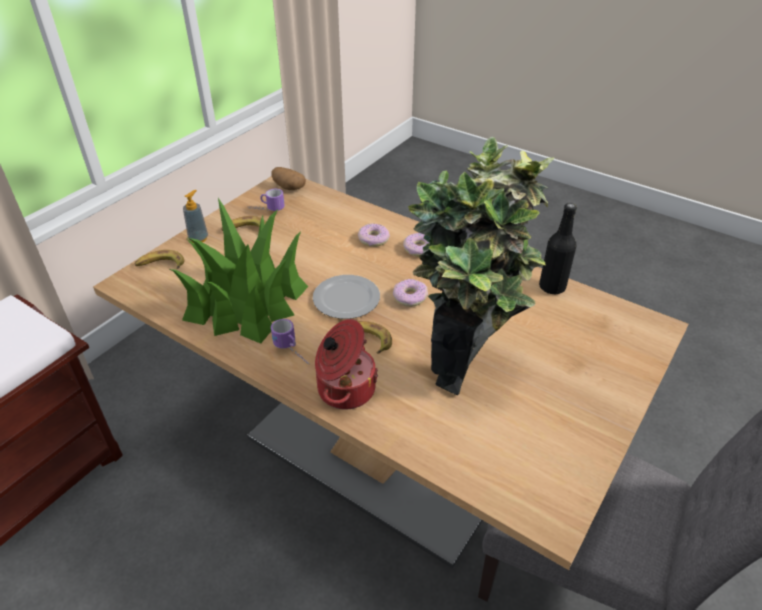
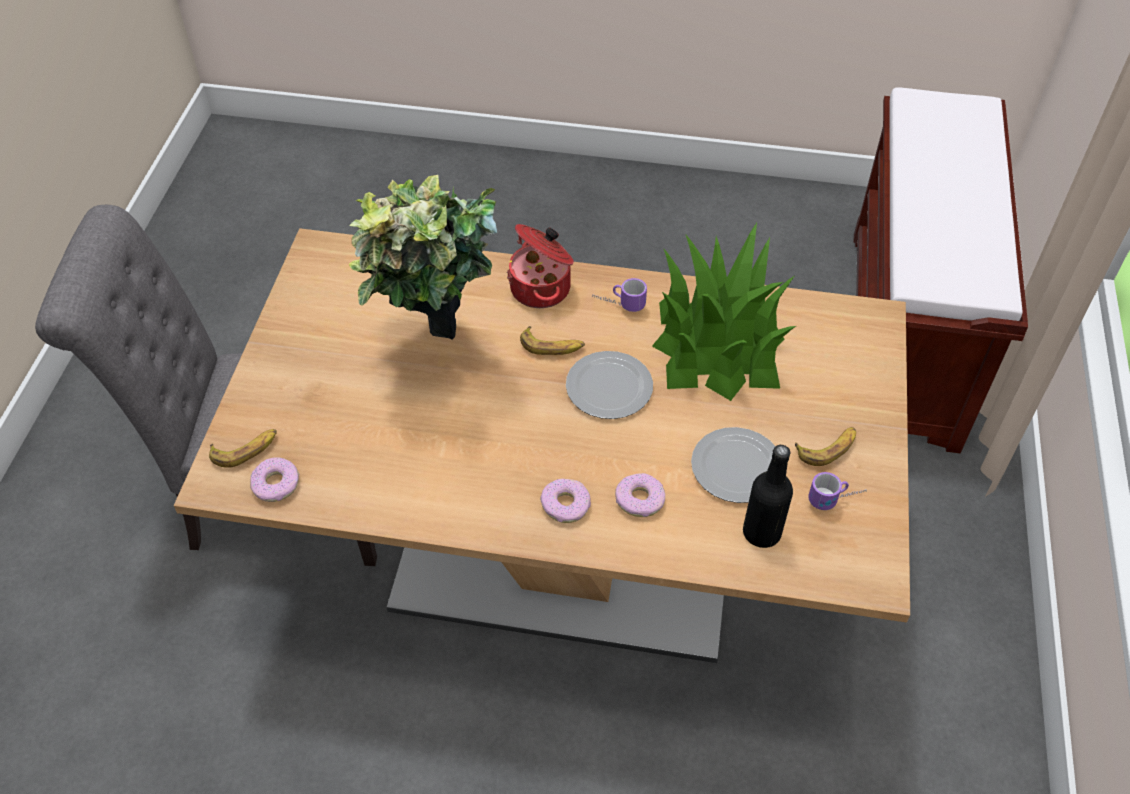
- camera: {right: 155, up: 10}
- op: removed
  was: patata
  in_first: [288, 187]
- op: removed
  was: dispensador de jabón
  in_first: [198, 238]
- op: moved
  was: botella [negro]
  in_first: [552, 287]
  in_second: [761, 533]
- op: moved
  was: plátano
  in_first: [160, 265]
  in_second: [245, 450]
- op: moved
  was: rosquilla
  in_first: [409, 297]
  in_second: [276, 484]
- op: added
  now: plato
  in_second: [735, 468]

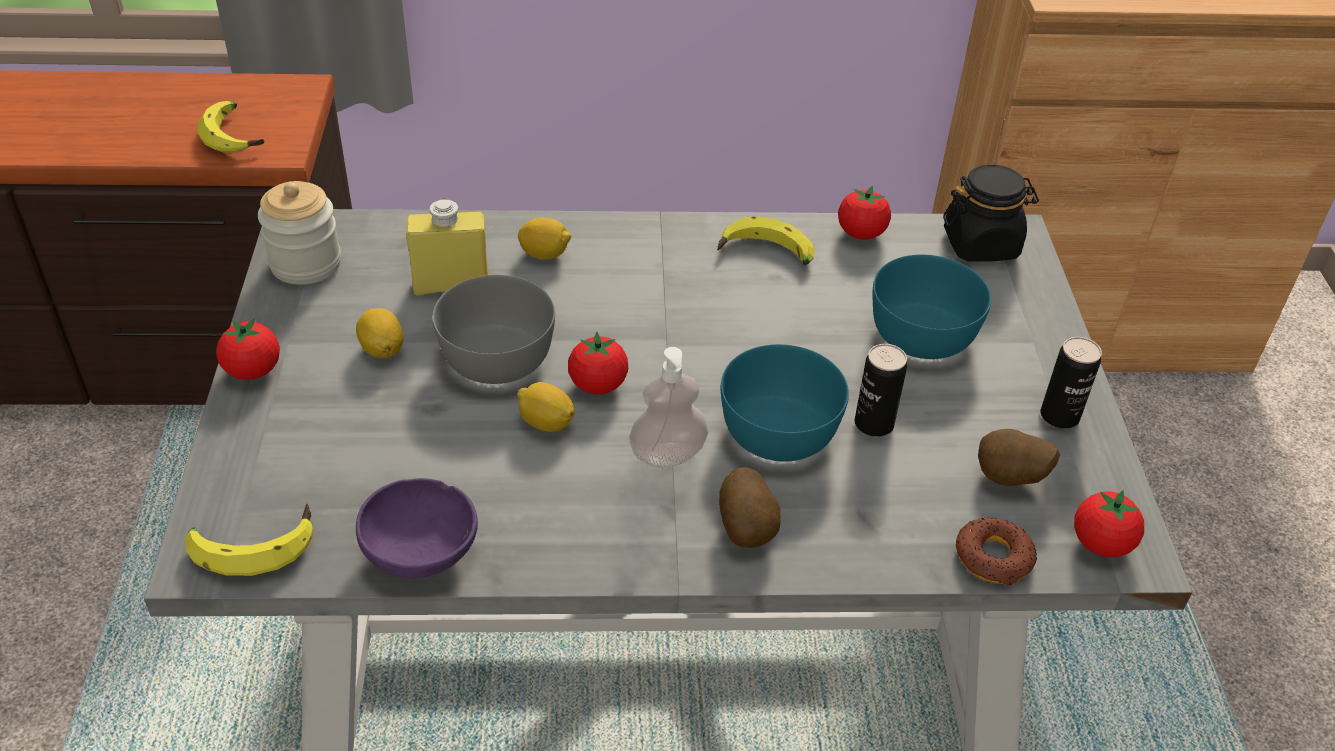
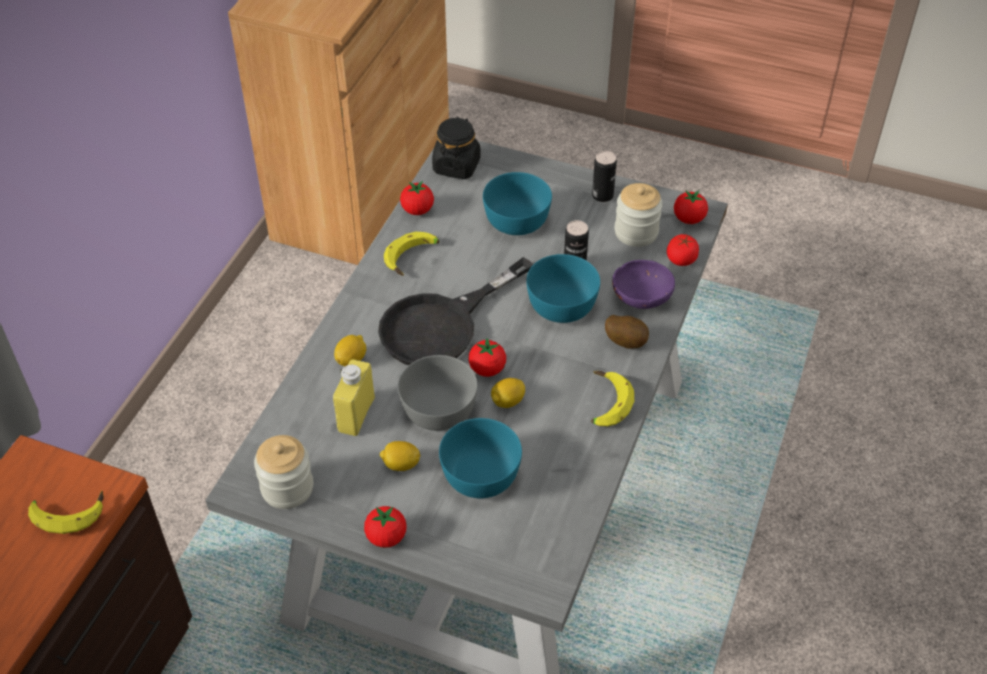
- camera: {right: -65, up: 5}
- op: removed
  was: dispensador de jabón
  in_first: [667, 455]
- op: replaced
  was: patata
  now: tarro
  in_first: [1009, 480]
  in_second: [636, 232]
- op: moved
  was: cuenco [morado]
  in_first: [423, 553]
  in_second: [641, 297]
- op: moved
  was: plátano
  in_first: [253, 544]
  in_second: [604, 403]
- op: replaced
  was: rosquilla
  now: tomate
  in_first: [993, 557]
  in_second: [681, 259]
- op: added
  now: sartén [negro]
  in_second: [442, 325]
- op: added
  now: cuenco [turquesa]
  in_second: [480, 473]

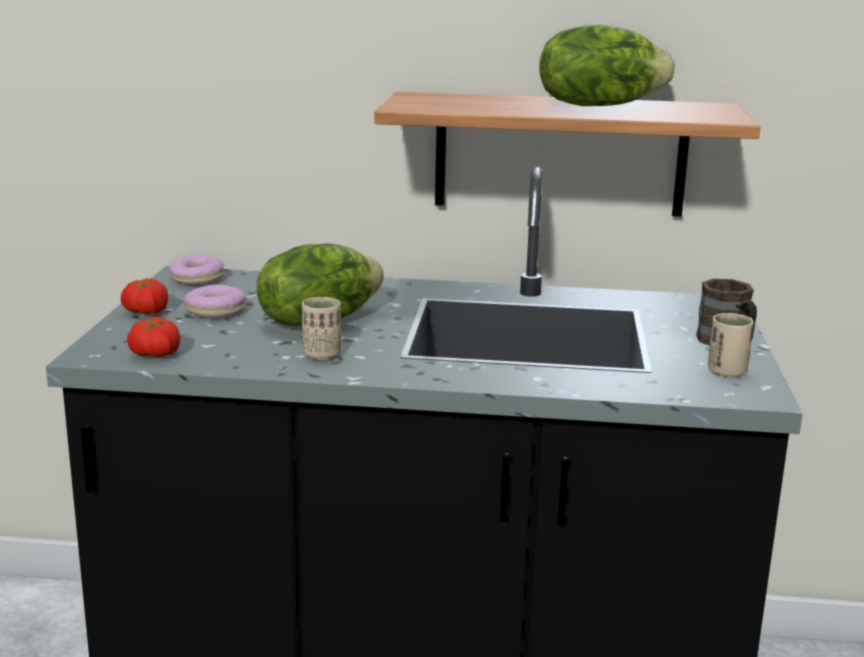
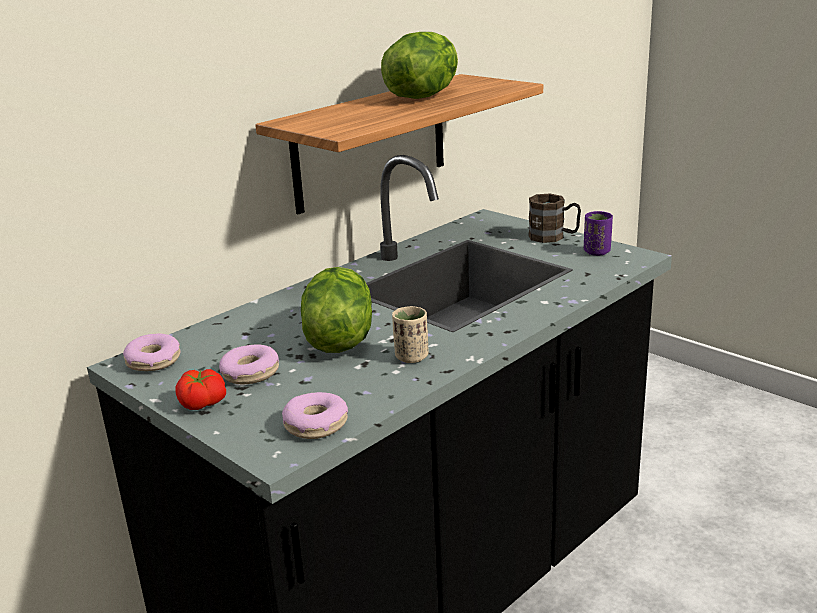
- camera: {right: -50, up: 5}
- op: recoloured
  was: taza [beis]
  now: taza [morado]
  in_first: [726, 372]
  in_second: [597, 252]
- op: replaced
  was: tomate
  now: rosquilla
  in_first: [154, 354]
  in_second: [316, 424]

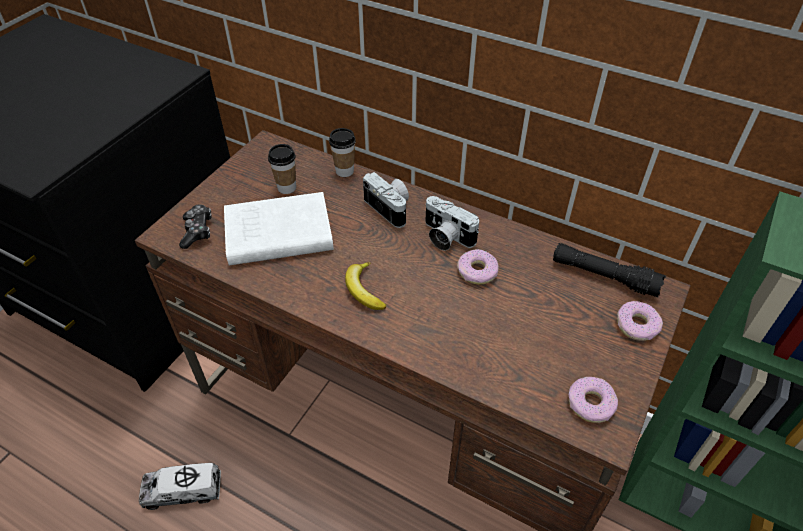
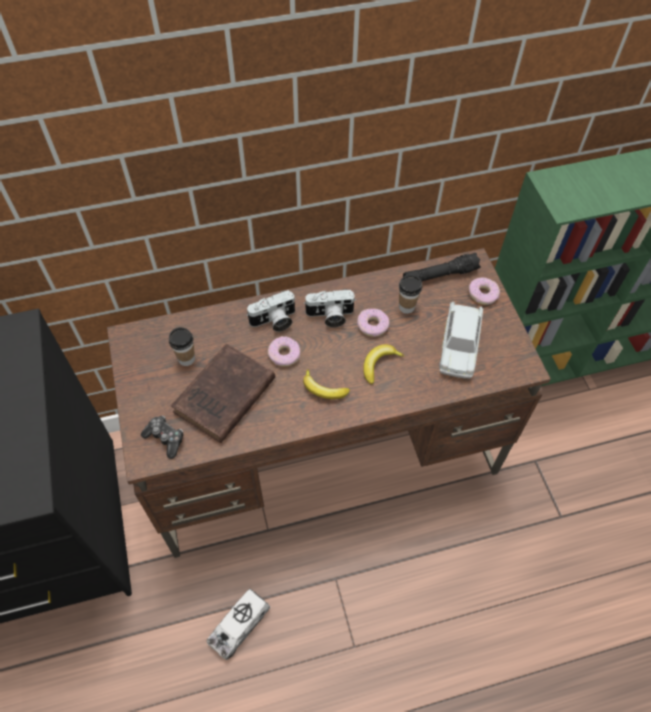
- camera: {right: -45, up: 10}
- op: moved
  was: taza
  in_first: [344, 171]
  in_second: [406, 307]
- op: turned
  was: cámara
  in_first: [391, 208]
  in_second: [274, 321]
  clockwise: 150
- op: recoloured
  was: libro [blanco]
  now: libro [marrón]
  in_first: [275, 234]
  in_second: [223, 398]
- op: moved
  was: rosquilla
  in_first: [590, 404]
  in_second: [284, 354]
- op: added
  now: coche de juguete [blanco]
  in_second: [459, 345]
- op: added
  now: plátano
  in_second: [379, 364]

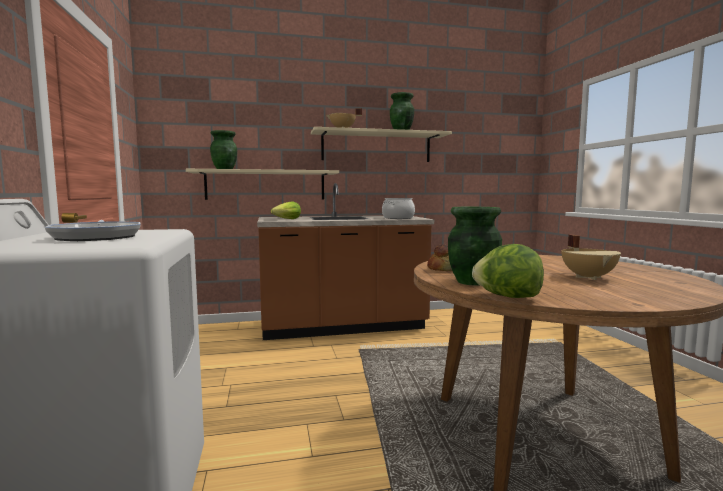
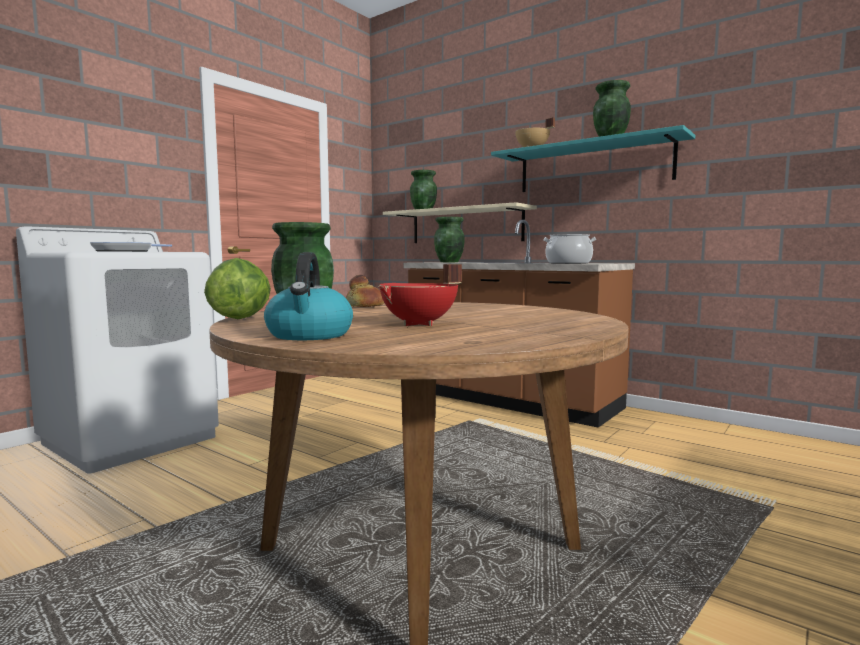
- camera: {right: 50, up: 0}
- op: recoloured
  was: estante [beis]
  now: estante [turquesa]
  in_first: [376, 147]
  in_second: [593, 167]
- op: replaced
  was: lechuga
  now: florero [verde]
  in_first: [287, 219]
  in_second: [449, 262]
- op: recoloured
  was: olla [beis]
  now: olla [rojo]
  in_first: [589, 277]
  in_second: [420, 324]
- op: added
  now: hervidor
  in_second: [310, 335]

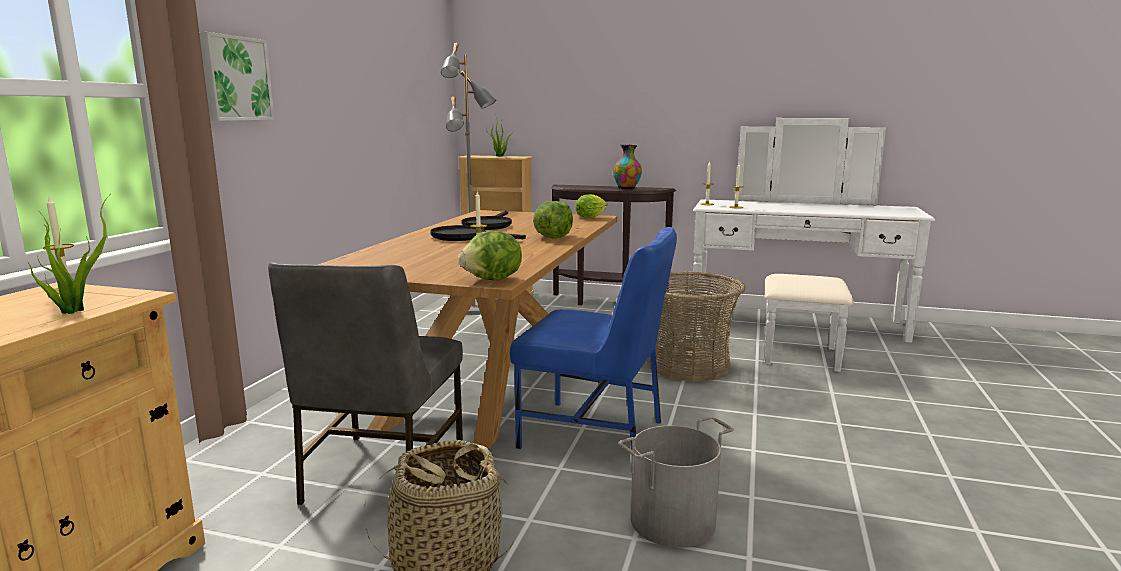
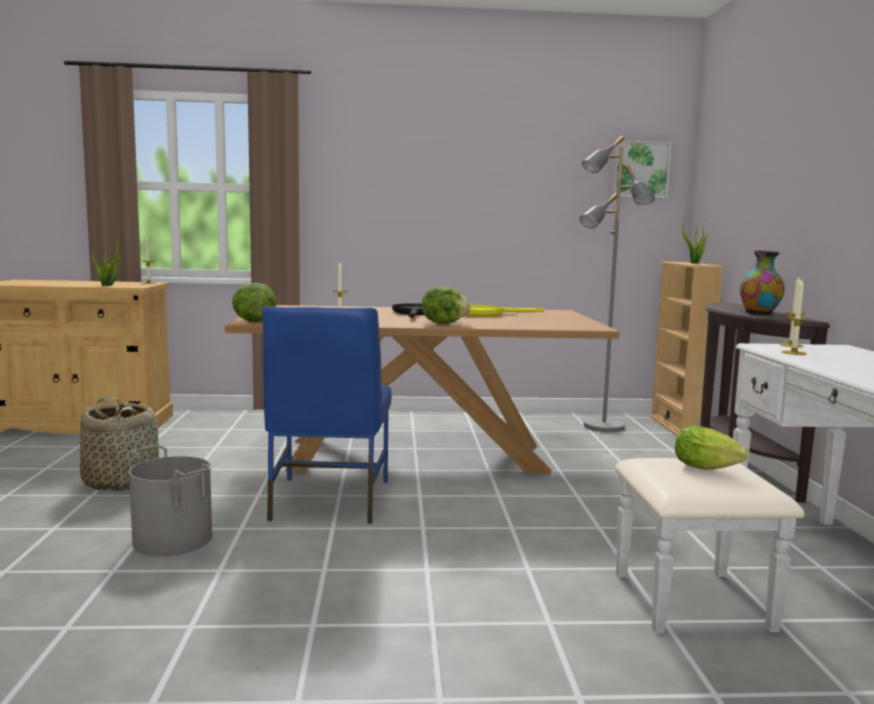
- camera: {right: 70, up: -5}
- op: moved
  was: cuadro
  in_first: [235, 78]
  in_second: [640, 170]
- op: moved
  was: lechuga
  in_first: [592, 217]
  in_second: [709, 469]
- op: recoloured
  was: sartén [negro]
  now: sartén [amarillo]
  in_first: [489, 225]
  in_second: [485, 314]
- op: removed
  was: silla [gris]
  in_first: [381, 474]
- op: removed
  was: cesta
  in_first: [688, 365]

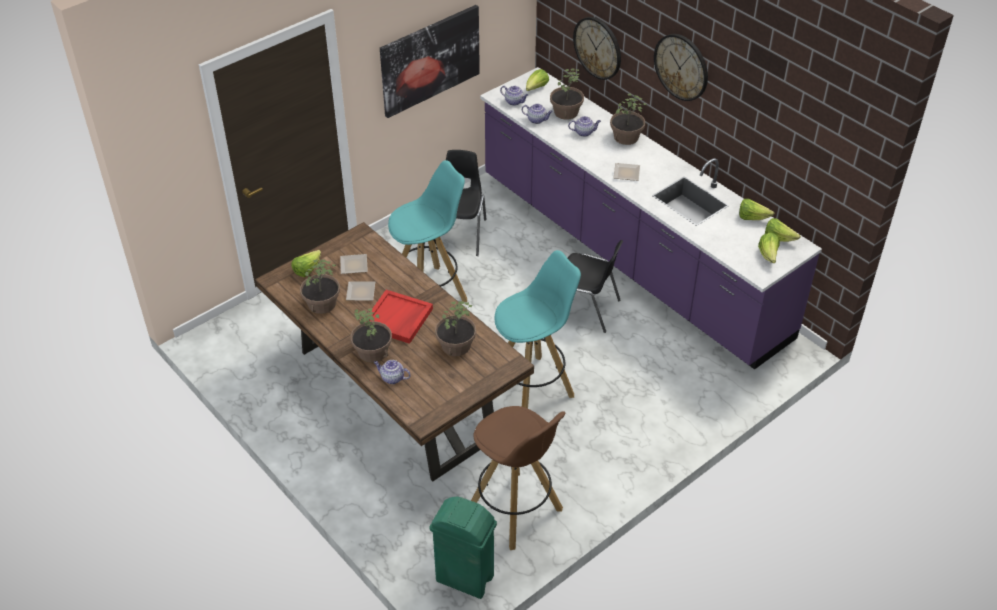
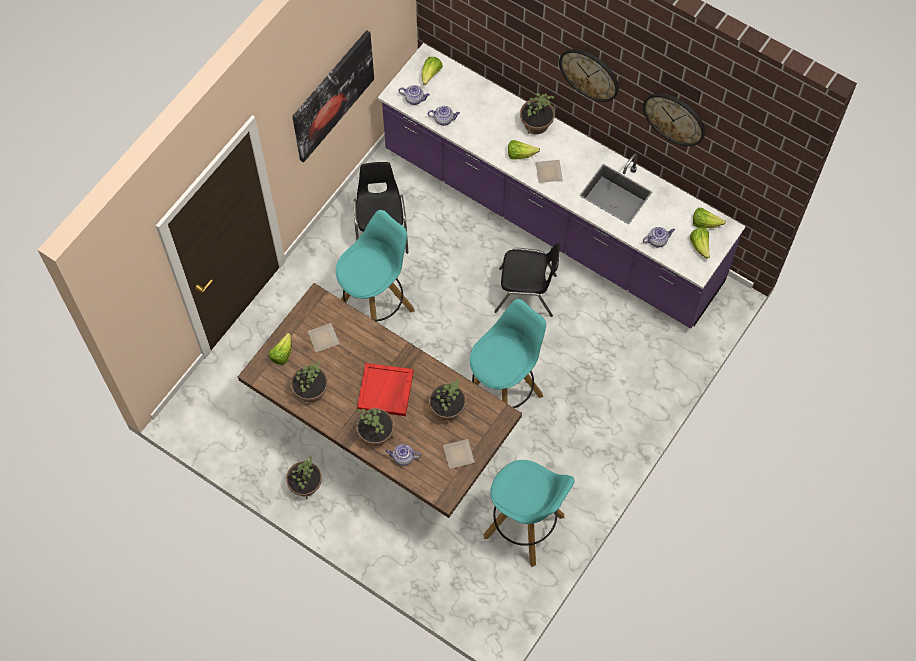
- camera: {right: -15, up: 20}
- op: moved
  was: reloj de pared
  in_first: [598, 47]
  in_second: [674, 118]
- op: moved
  was: planta en maceta
  in_first: [565, 112]
  in_second: [305, 484]
- op: moved
  was: tetera
  in_first: [584, 132]
  in_second: [657, 240]
- op: moved
  was: lechuga
  in_first: [752, 218]
  in_second: [520, 154]
- op: moved
  was: plato
  in_first: [359, 293]
  in_second: [458, 455]
- op: recoloured
  was: taburete [marrón]
  now: taburete [turquesa]
  in_first: [516, 511]
  in_second: [525, 527]
- op: removed
  was: papelera [verde]
  in_first: [465, 579]

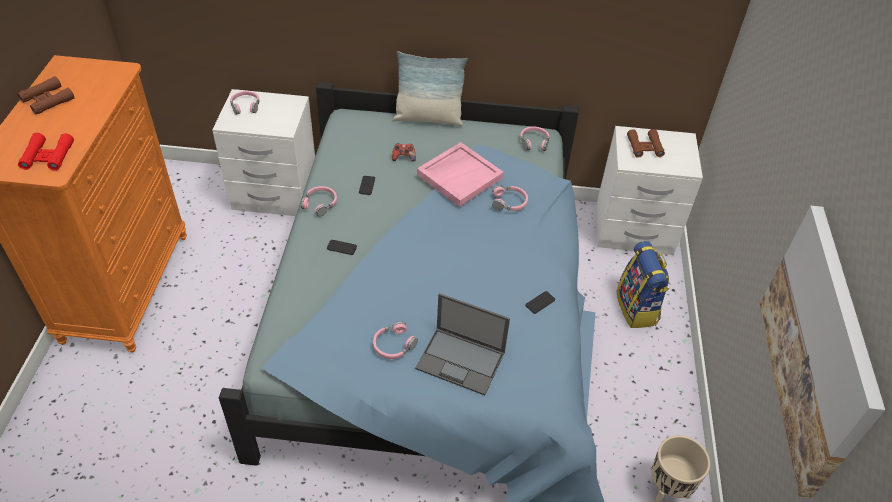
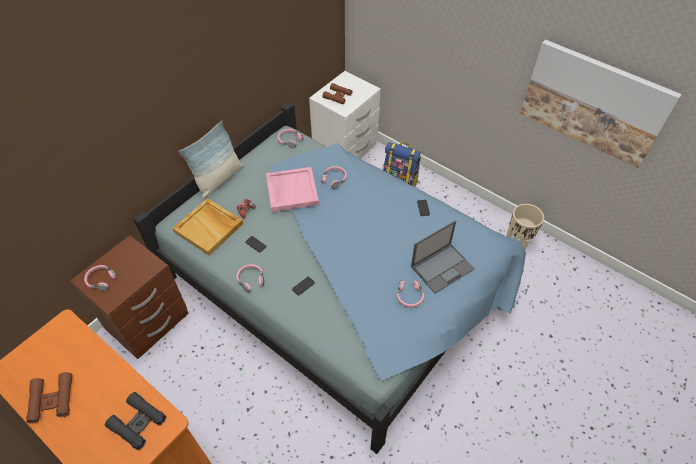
- camera: {right: -55, up: 5}
- op: recoloured
  was: mesita de noche [blanco]
  now: mesita de noche [marrón]
  in_first: [275, 194]
  in_second: [148, 322]
- op: recoloured
  was: prismáticos [rojo]
  now: prismáticos [negro]
  in_first: [48, 156]
  in_second: [138, 422]
- op: added
  now: bandeja [beis]
  in_second: [209, 228]

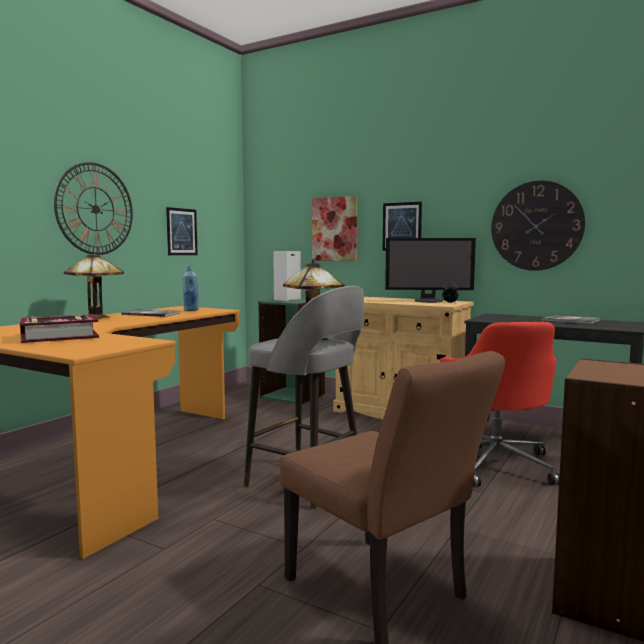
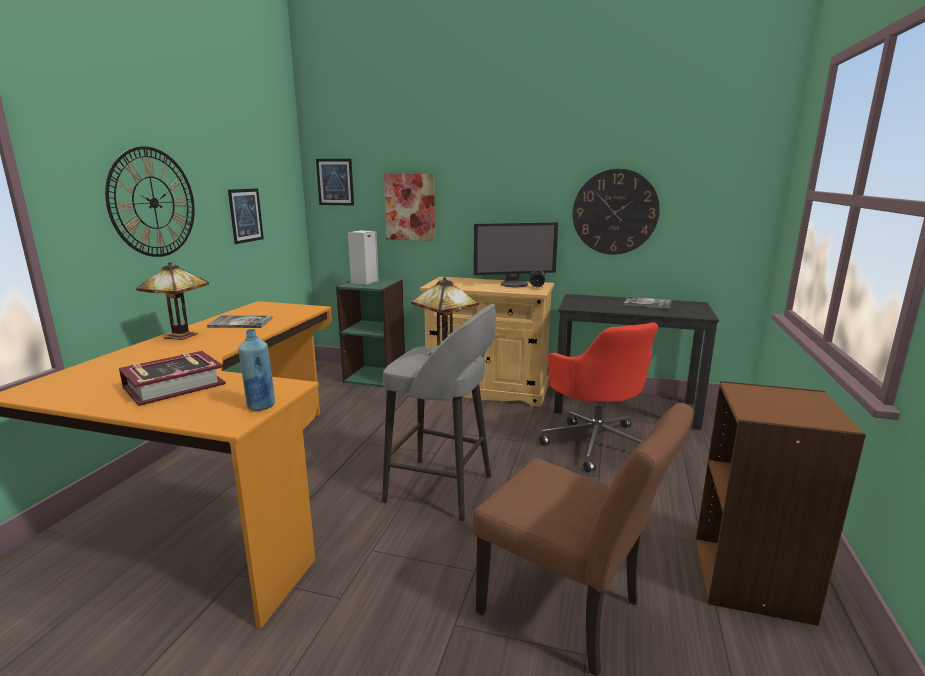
- camera: {right: -15, up: 10}
- op: moved
  was: cuadro
  in_first: [402, 226]
  in_second: [335, 182]
- op: moved
  was: botella [azul]
  in_first: [191, 310]
  in_second: [260, 406]

